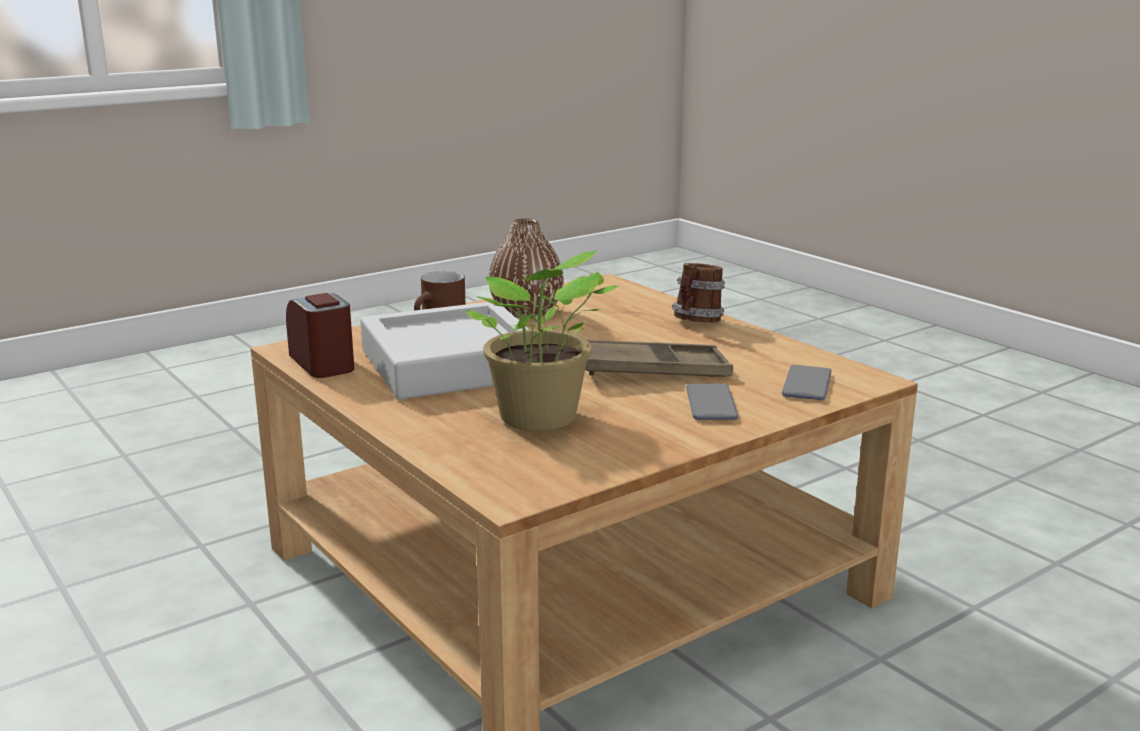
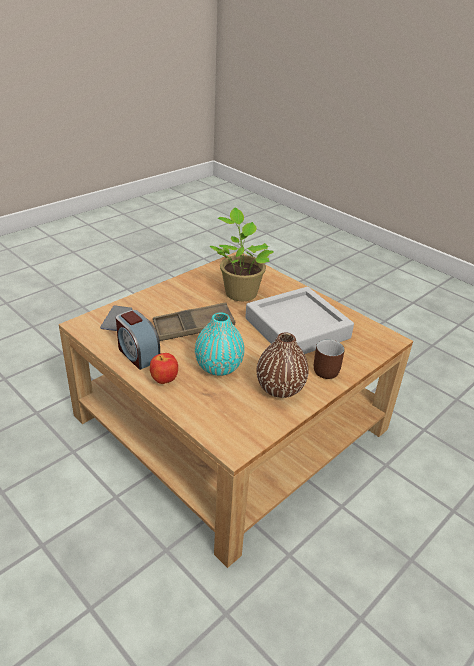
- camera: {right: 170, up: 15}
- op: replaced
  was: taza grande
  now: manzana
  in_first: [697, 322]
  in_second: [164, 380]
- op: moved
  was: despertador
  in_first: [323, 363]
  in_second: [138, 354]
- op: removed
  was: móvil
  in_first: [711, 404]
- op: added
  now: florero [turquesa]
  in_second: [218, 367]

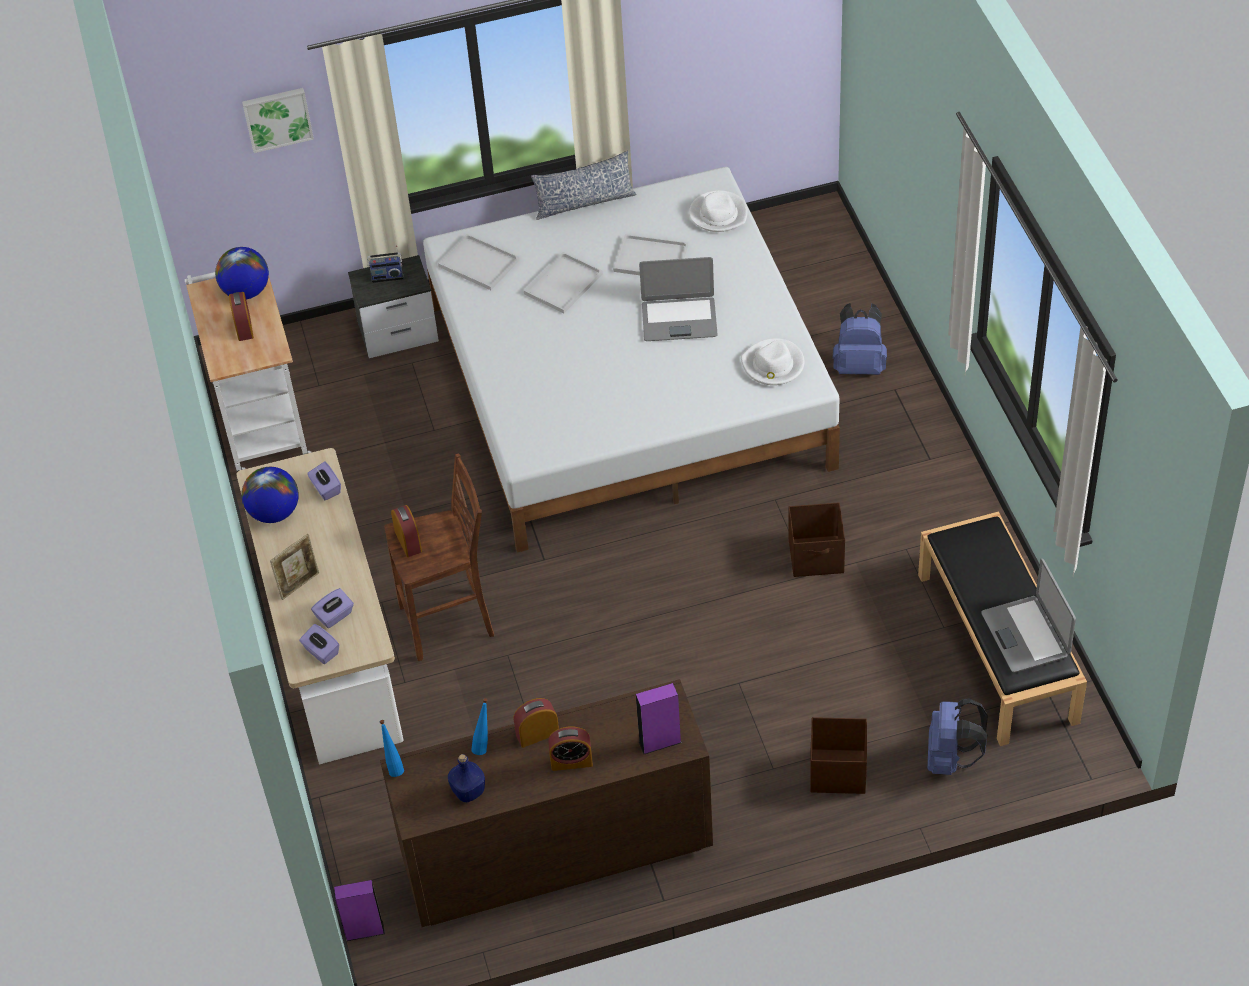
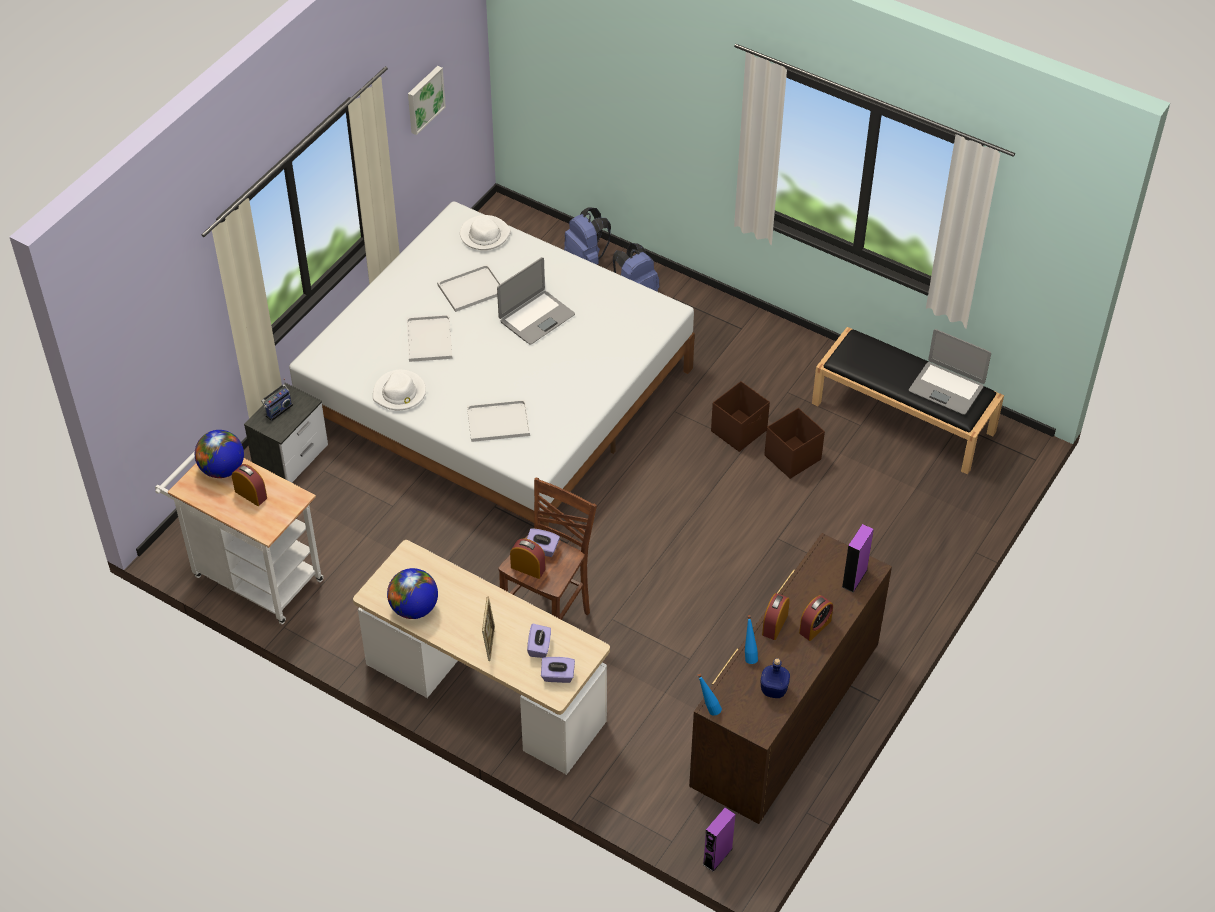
- camera: {right: -45, up: 0}
- op: moved
  was: cuadro
  in_first: [277, 118]
  in_second: [424, 99]
- op: removed
  was: cojín
  in_first: [584, 202]
- op: moved
  was: bandeja [blanco]
  in_first: [477, 263]
  in_second: [497, 422]
- op: moved
  was: sombrero [blanco]
  in_first: [773, 365]
  in_second: [399, 393]
- op: moved
  was: caja de pañuelos [morado]
  in_first: [326, 489]
  in_second: [542, 549]
- op: moved
  was: mochila [azul]
  in_first: [950, 758]
  in_second: [586, 259]
- op: moved
  was: caja de almacenaje [marrón]
  in_first: [837, 771]
  in_second: [791, 458]

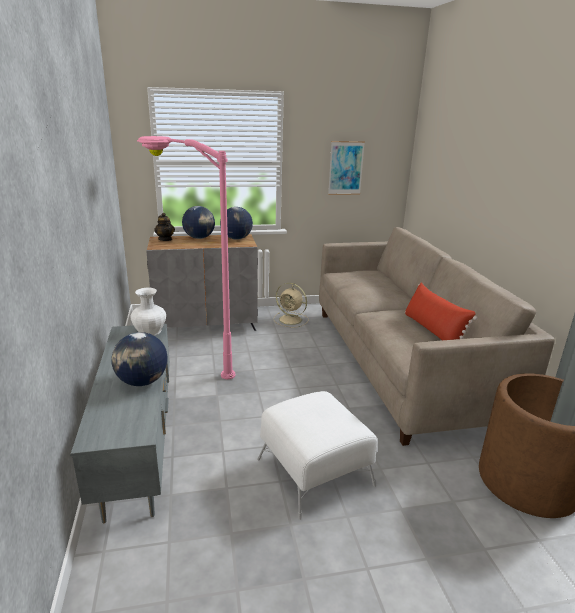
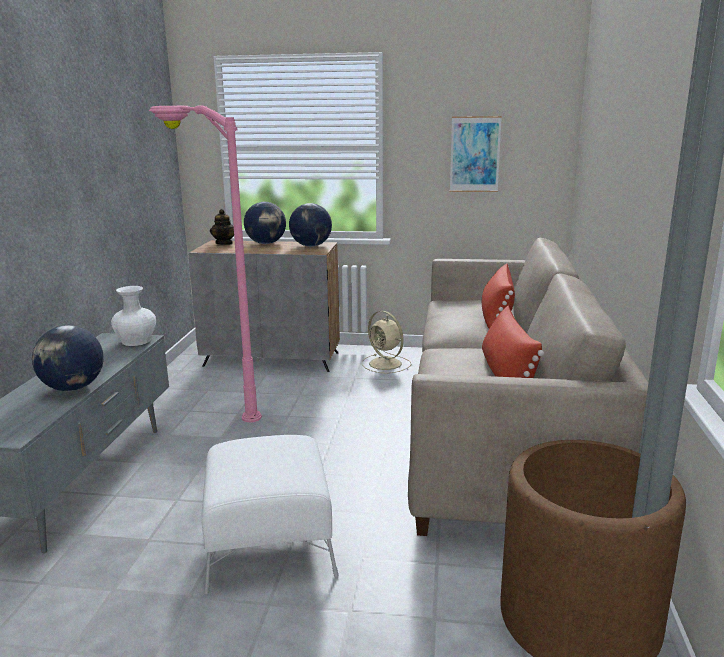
- camera: {right: 20, up: -5}
- op: added
  now: cojín [rojo]
  in_second: [496, 316]

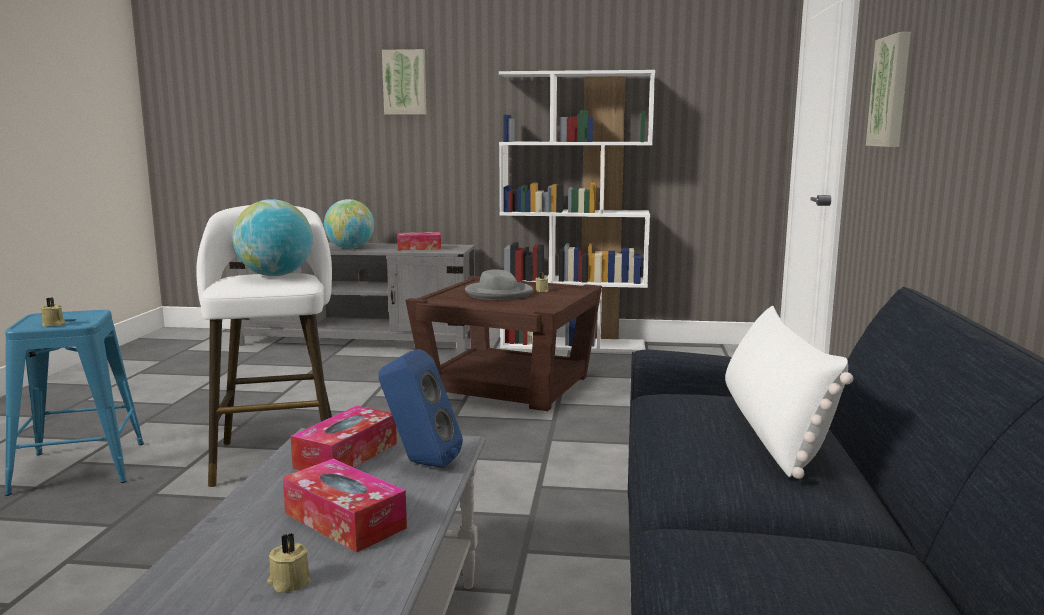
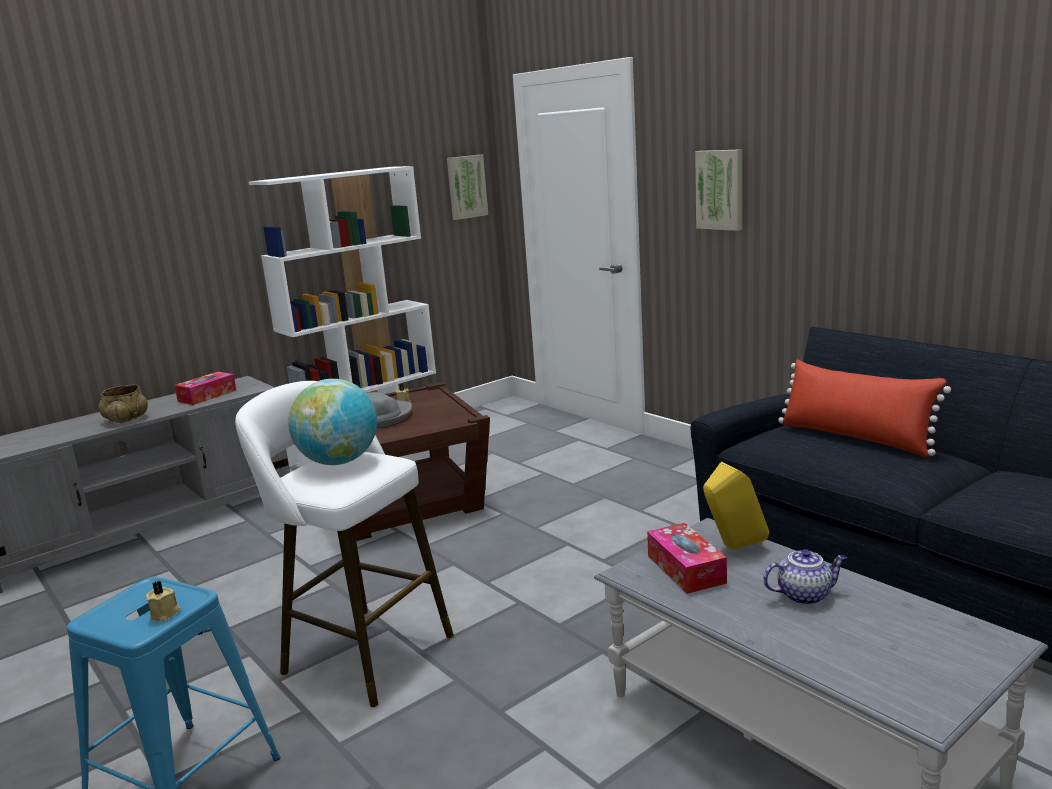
- camera: {right: -45, up: 5}
- op: moved
  was: cuadro
  in_first: [405, 82]
  in_second: [466, 187]
- op: replaced
  was: globo terráqueo
  now: cuenco [beis]
  in_first: [350, 248]
  in_second: [127, 419]
- op: recoloured
  was: cojín [blanco]
  now: cojín [rojo]
  in_first: [772, 429]
  in_second: [855, 437]
- op: recoloured
  was: altavoz [azul]
  now: altavoz [amarillo]
  in_first: [419, 463]
  in_second: [733, 548]
- op: replaced
  was: caja de pañuelos
  now: tetera
  in_first: [344, 520]
  in_second: [805, 595]
- op: removed
  was: vela [beis]
  in_first: [289, 582]

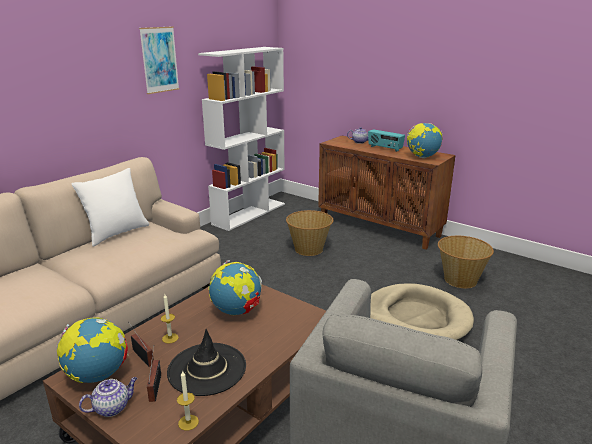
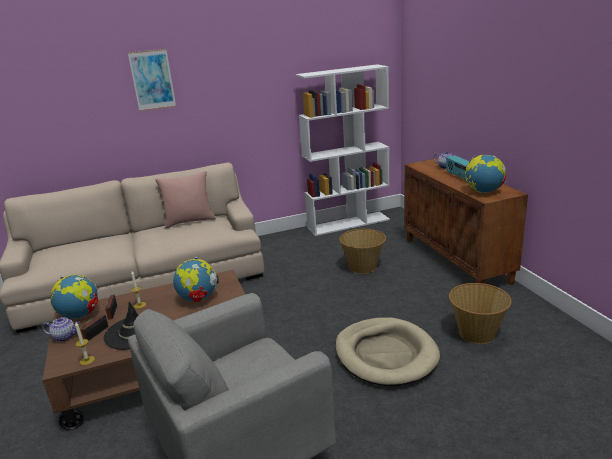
- camera: {right: 35, up: 0}
- op: moved
  was: cuadro
  in_first: [159, 60]
  in_second: [152, 80]
- op: recoloured
  was: cojín [blanco]
  now: cojín [rosa]
  in_first: [117, 233]
  in_second: [189, 221]

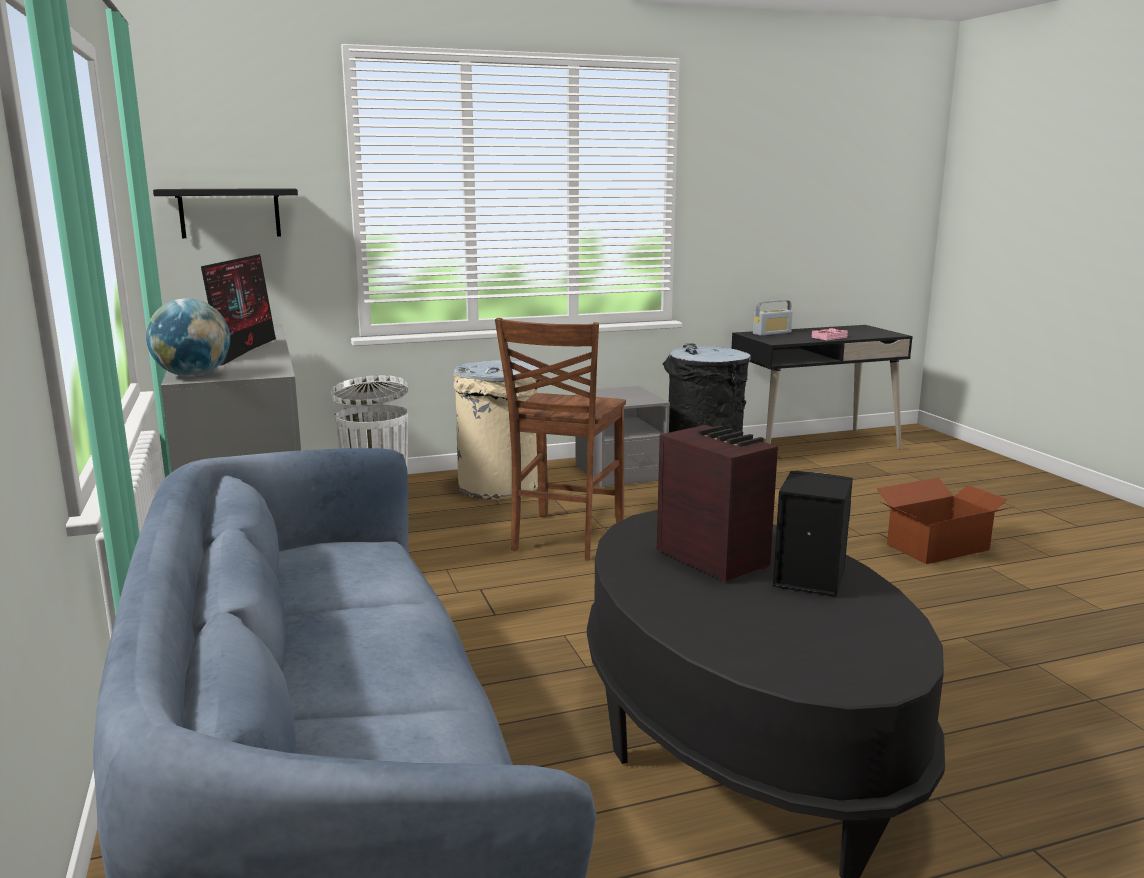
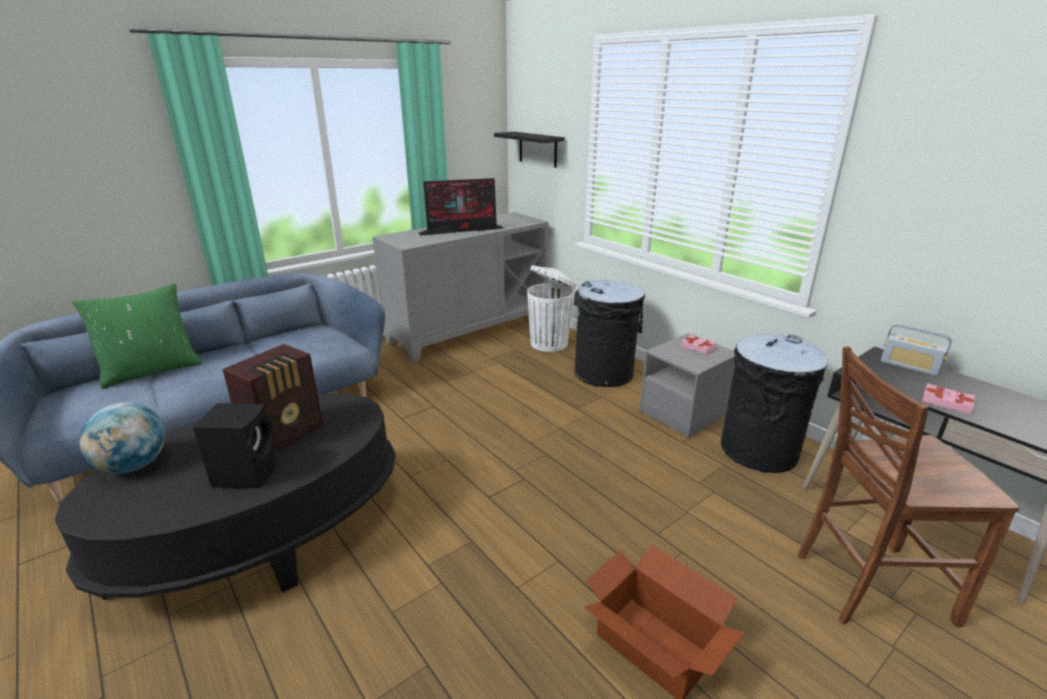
- camera: {right: 70, up: 10}
- op: moved
  was: globo terráqueo
  in_first: [193, 376]
  in_second: [134, 466]
- op: moved
  was: silla [marrón]
  in_first: [564, 537]
  in_second: [868, 585]
- op: recoloured
  was: papelera [beis]
  now: papelera [negro]
  in_first: [499, 487]
  in_second: [604, 374]
- op: added
  now: cojín [verde]
  in_second: [151, 370]
- op: added
  now: libro [rosa]
  in_second: [698, 347]

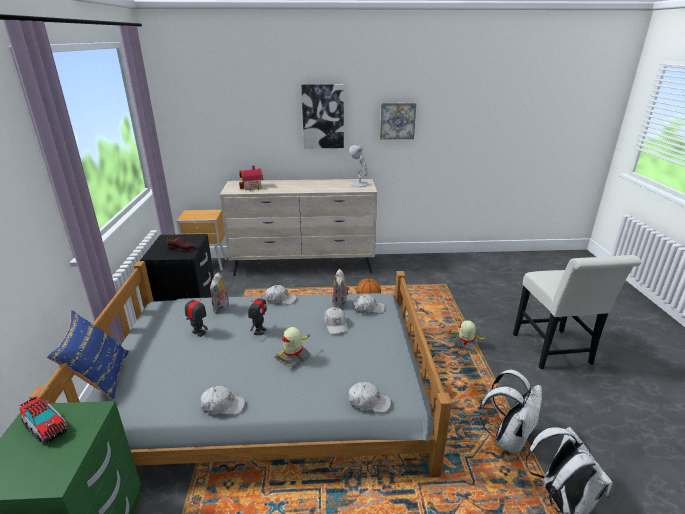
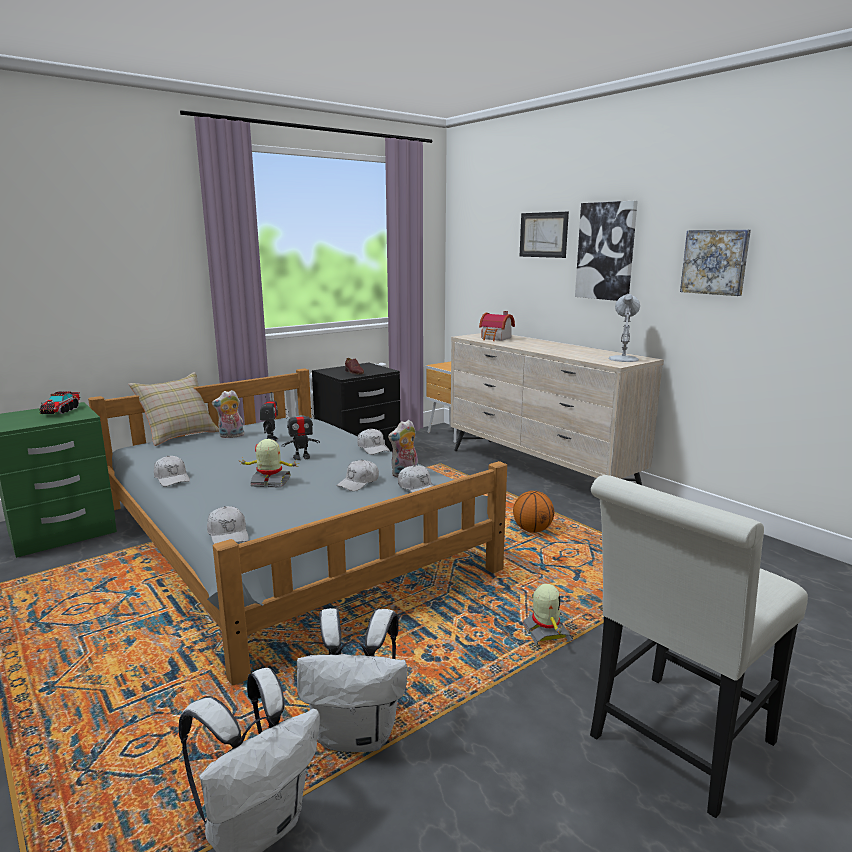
- camera: {right: 55, up: -10}
- op: moved
  was: peluche
  in_first: [222, 309]
  in_second: [231, 436]
- op: recoloured
  was: cojín [azul]
  now: cojín [beis]
  in_first: [100, 377]
  in_second: [179, 435]
- op: added
  now: cuadro
  in_second: [543, 235]

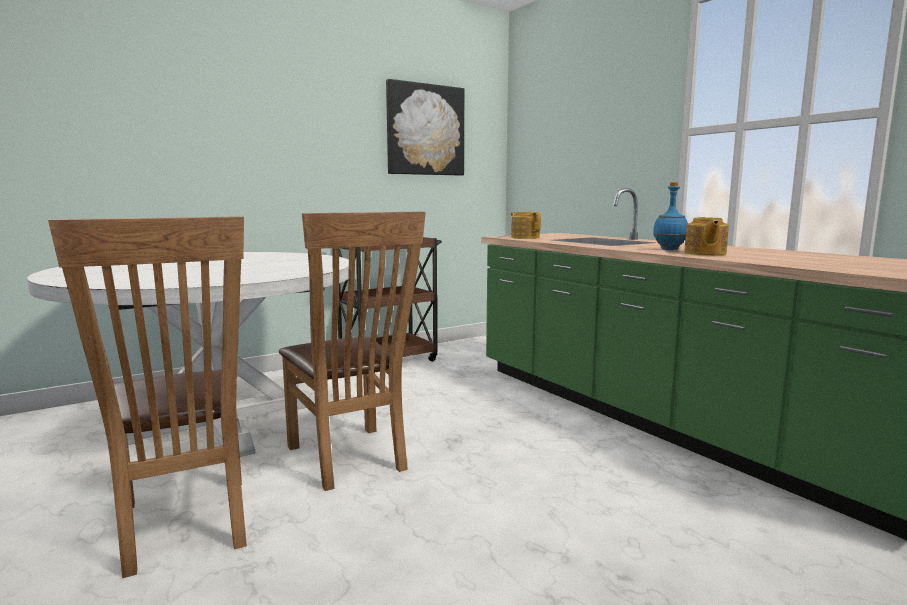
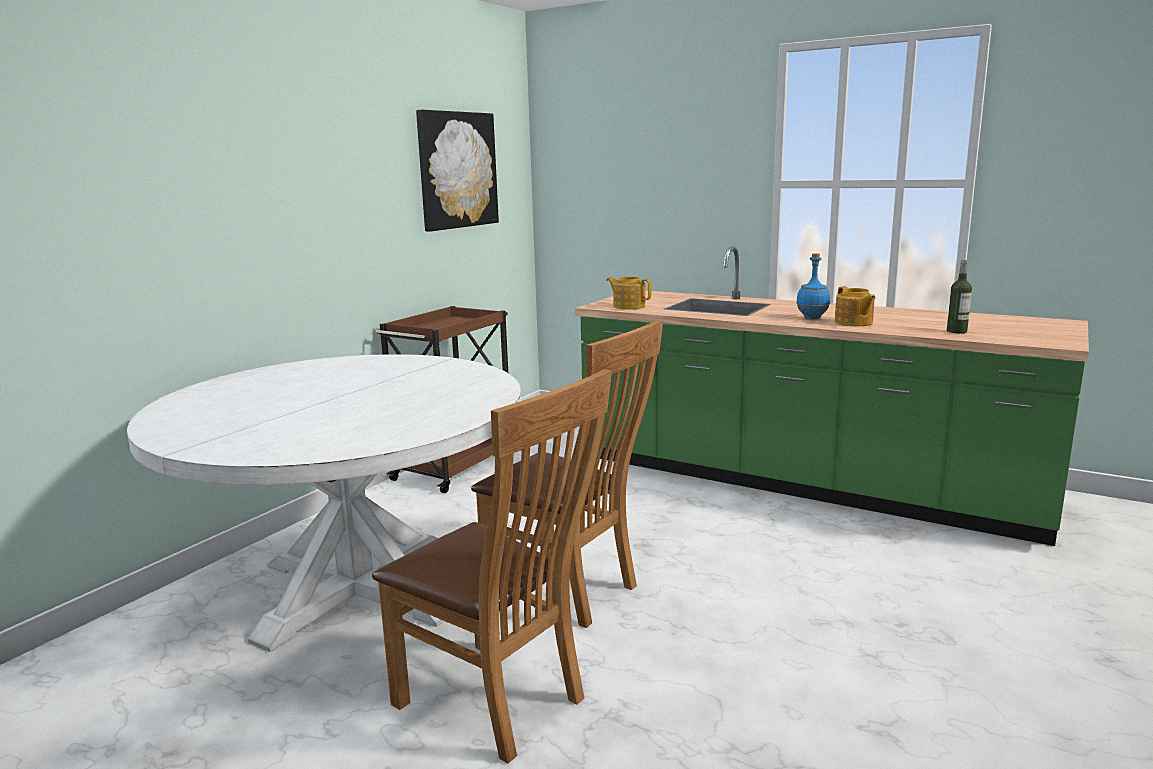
- camera: {right: -25, up: 5}
- op: added
  now: botella
  in_second: [956, 331]

